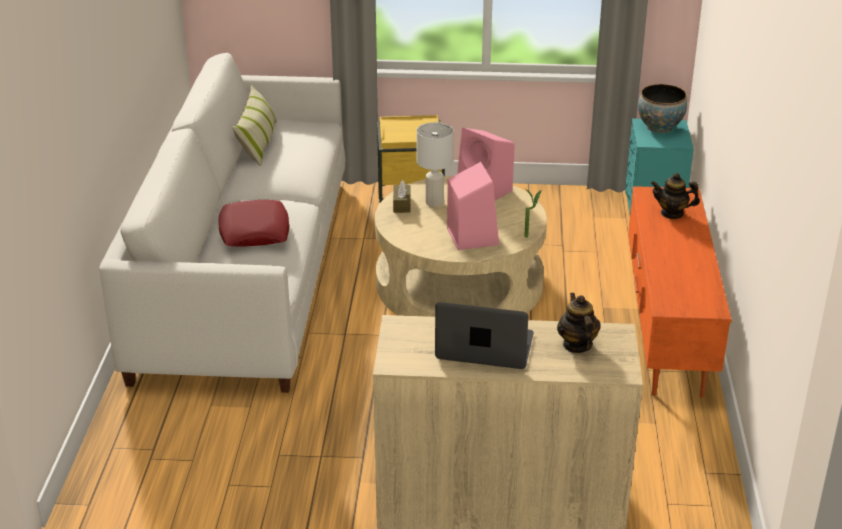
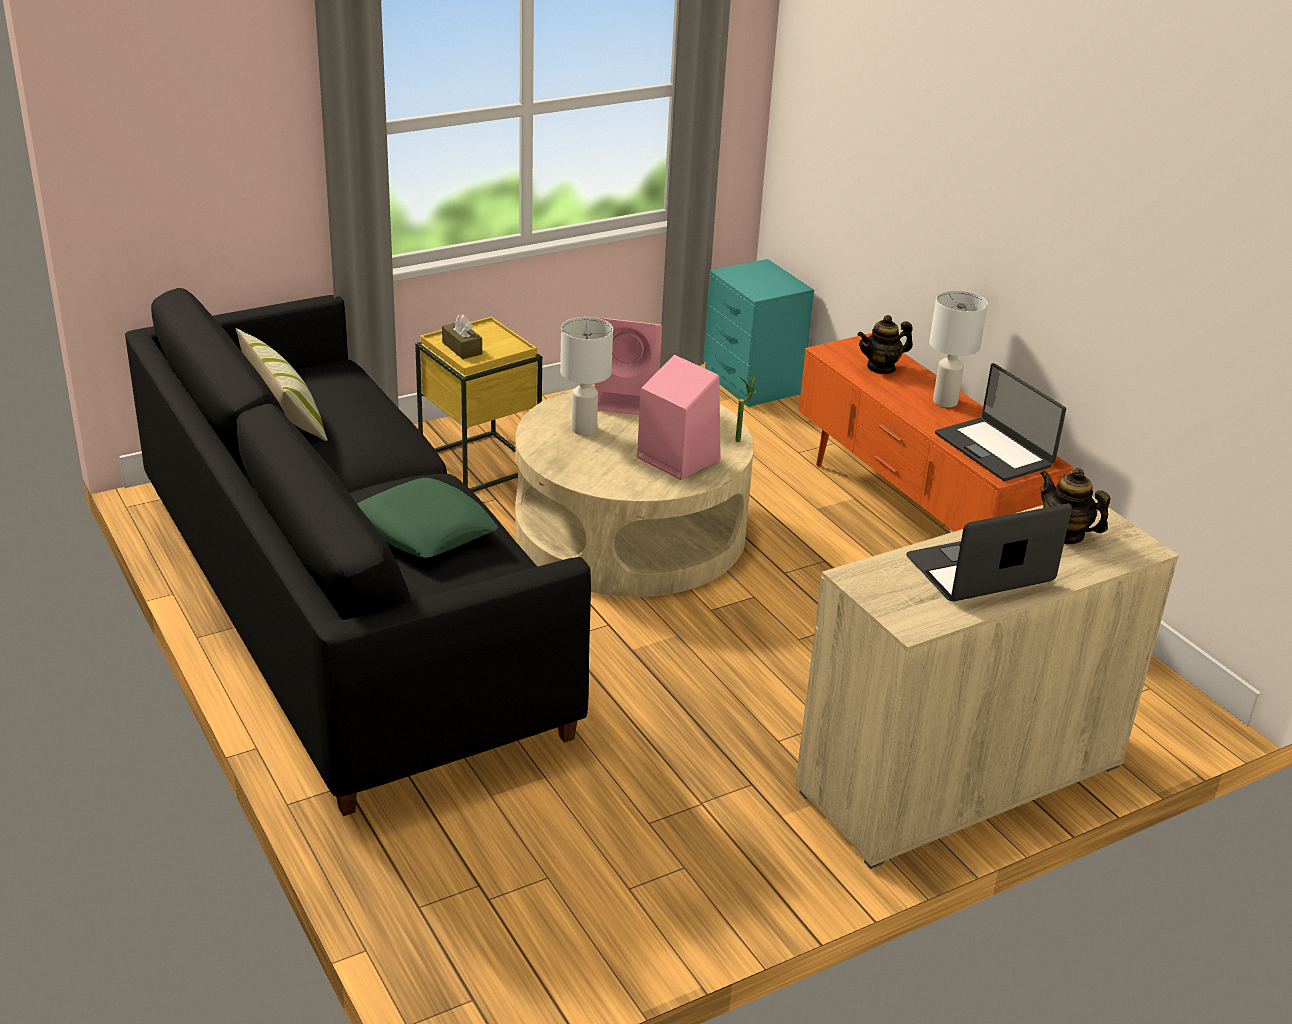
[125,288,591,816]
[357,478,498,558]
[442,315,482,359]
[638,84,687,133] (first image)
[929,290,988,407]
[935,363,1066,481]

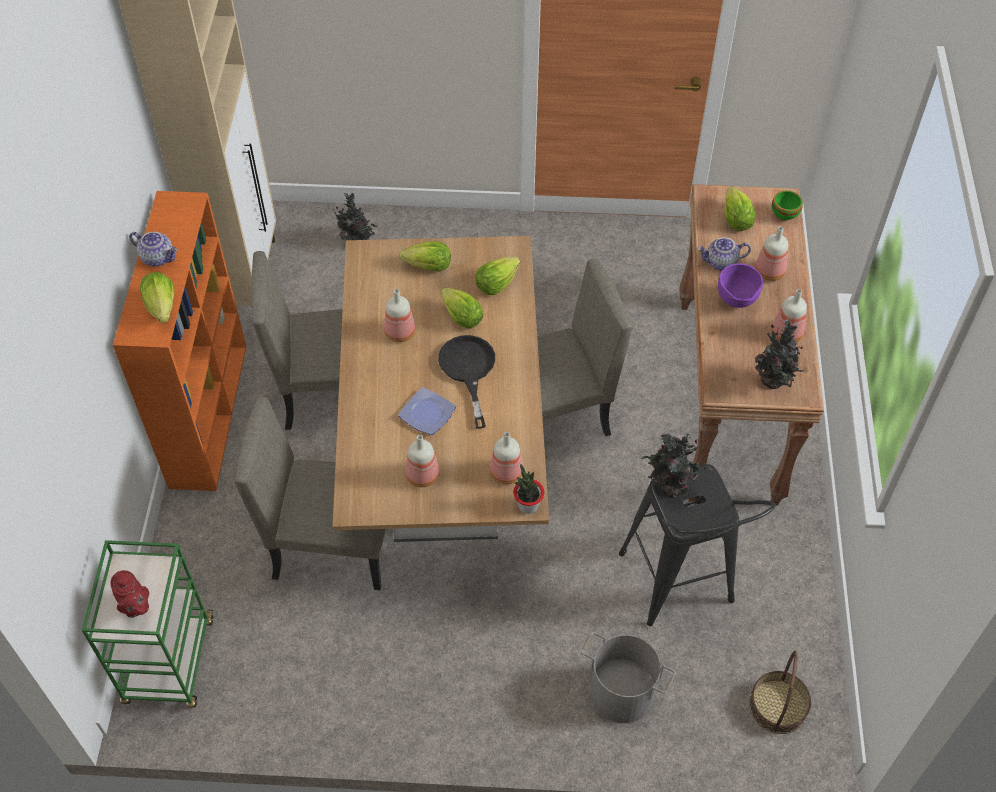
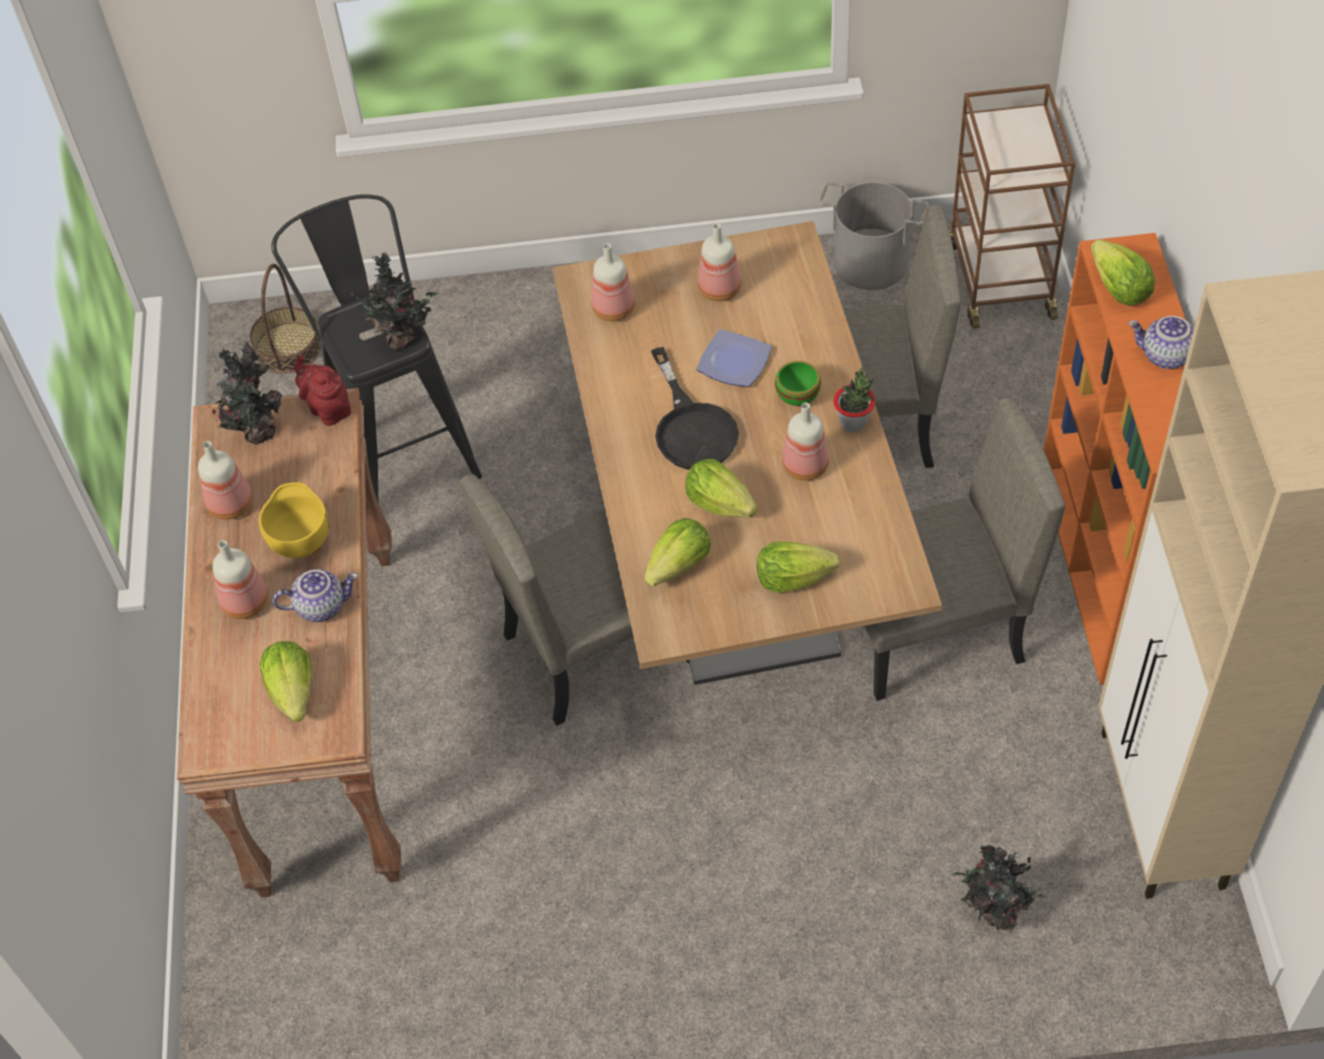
[949,84,1075,329]
[294,355,351,426]
[833,367,875,433]
[819,182,929,290]
[259,482,329,558]
[775,361,821,406]

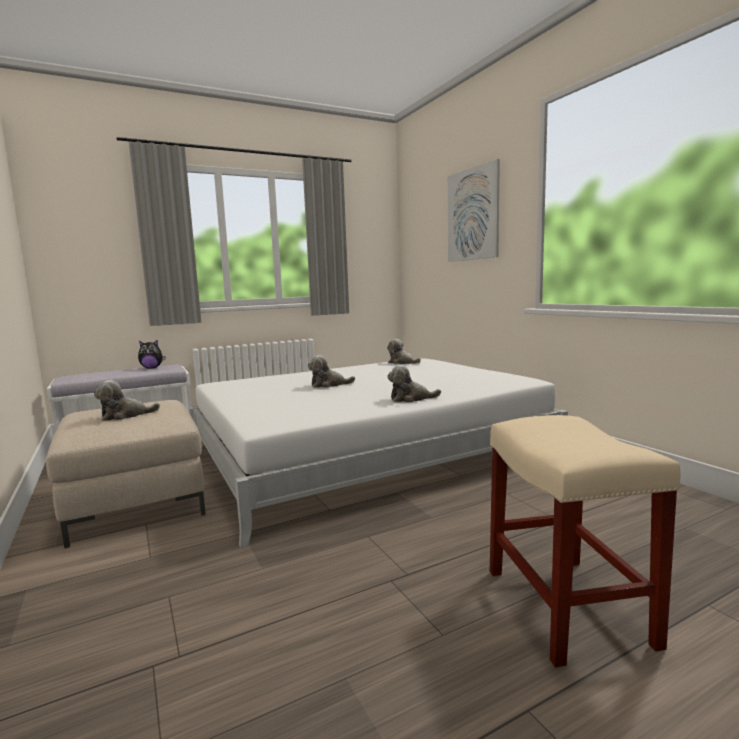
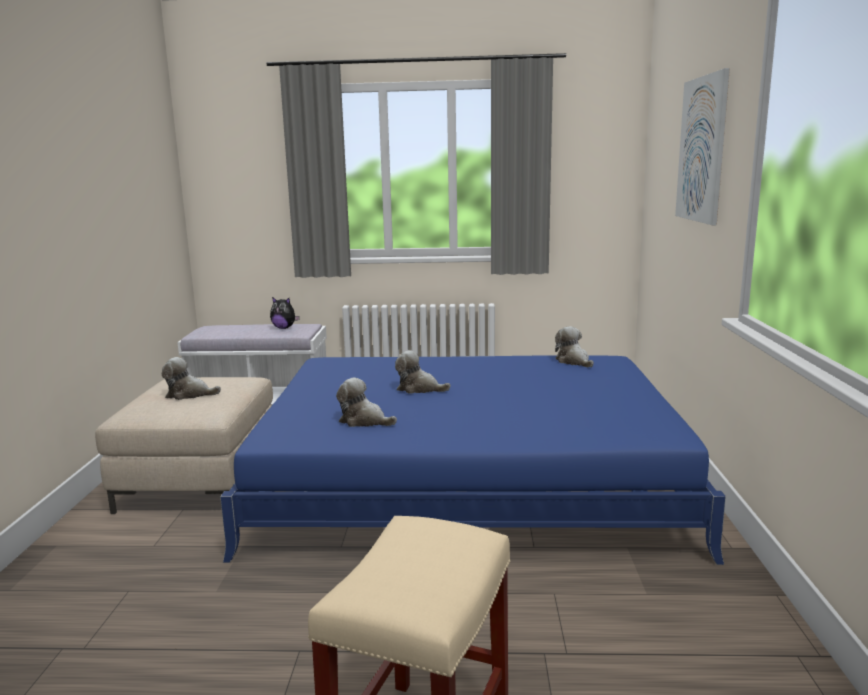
[220,355,726,565]
[336,377,397,427]

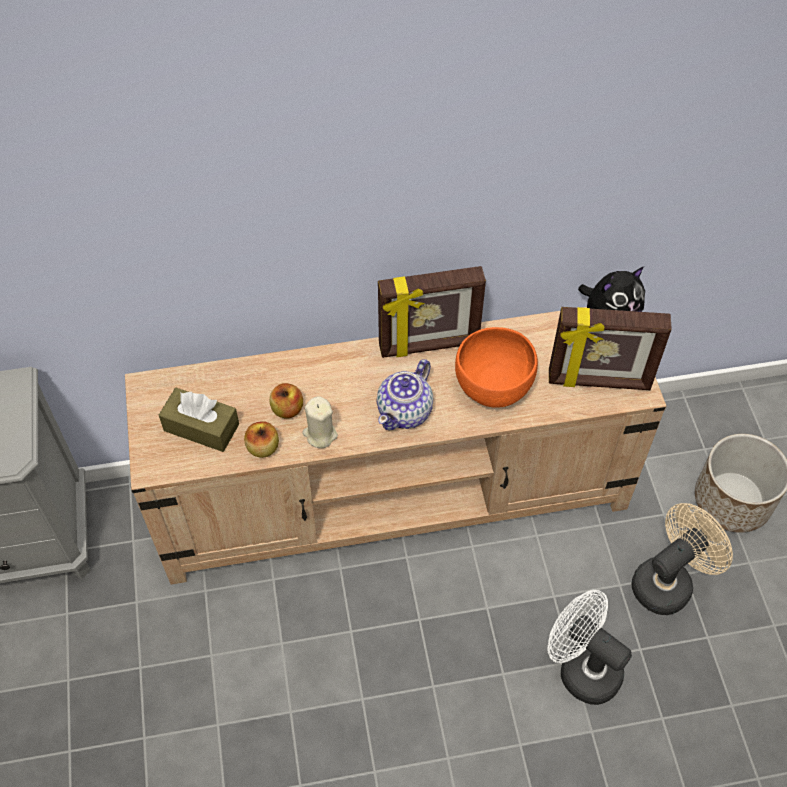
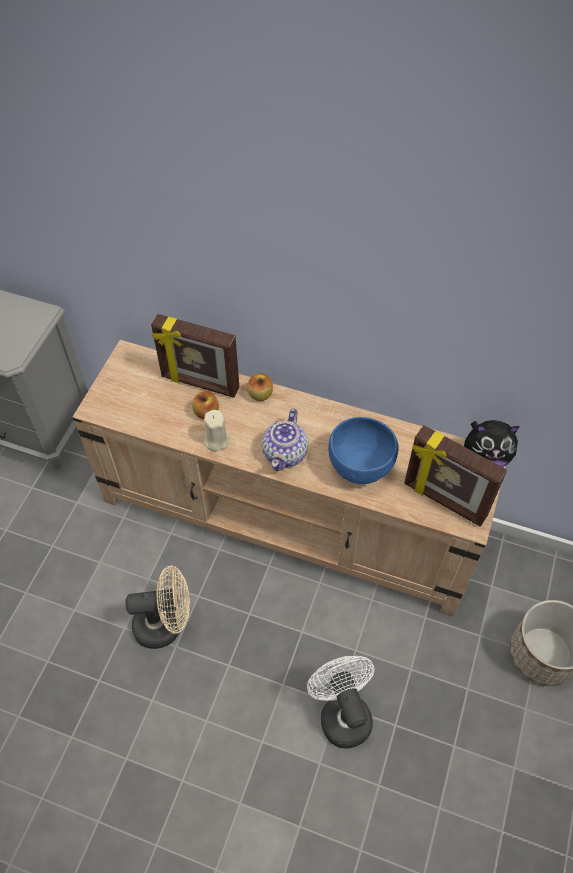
[159,388,239,452] (first image)
[247,373,273,401]
[262,408,308,471]
[151,314,239,398]
[328,417,399,484]
[125,566,190,649]

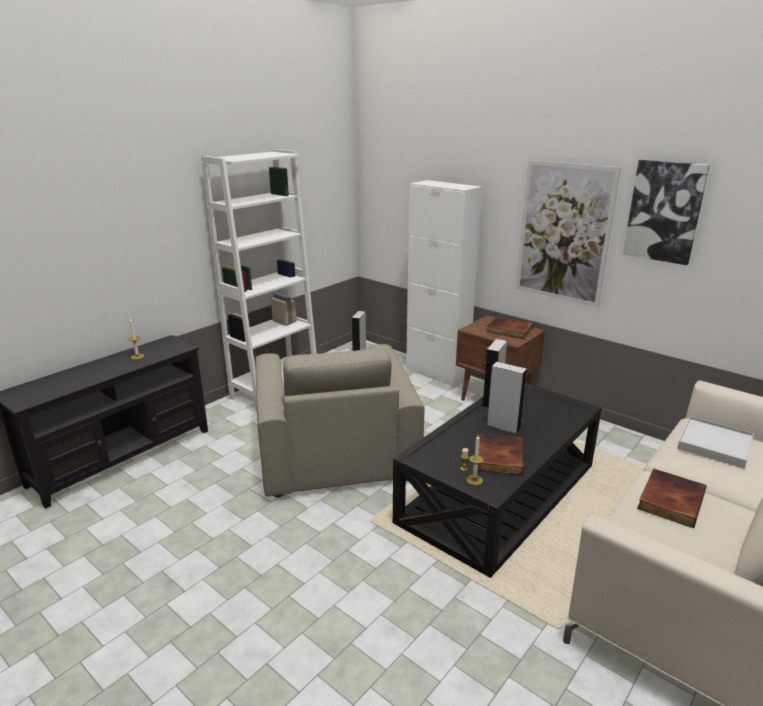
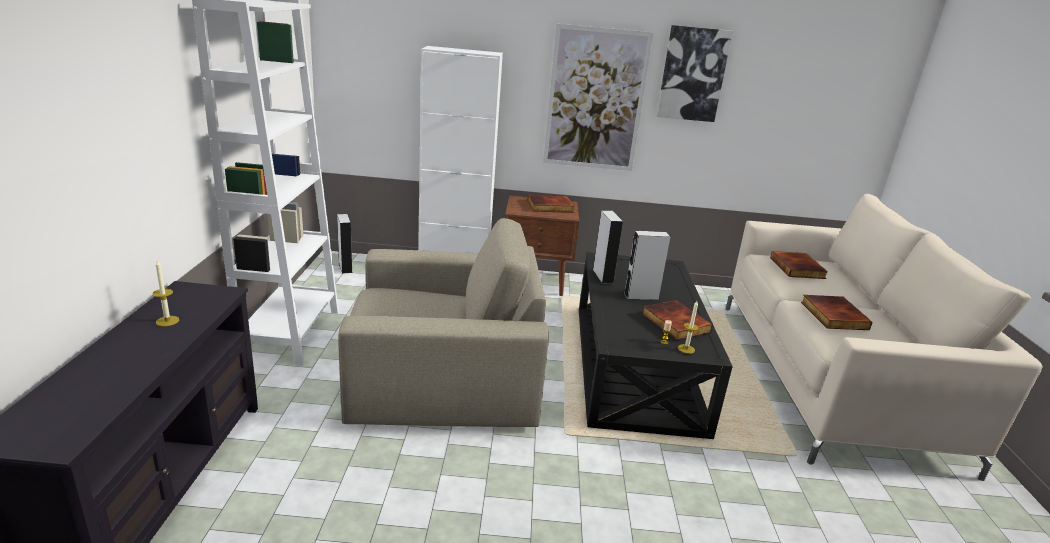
[338,218,549,427]
[770,251,828,279]

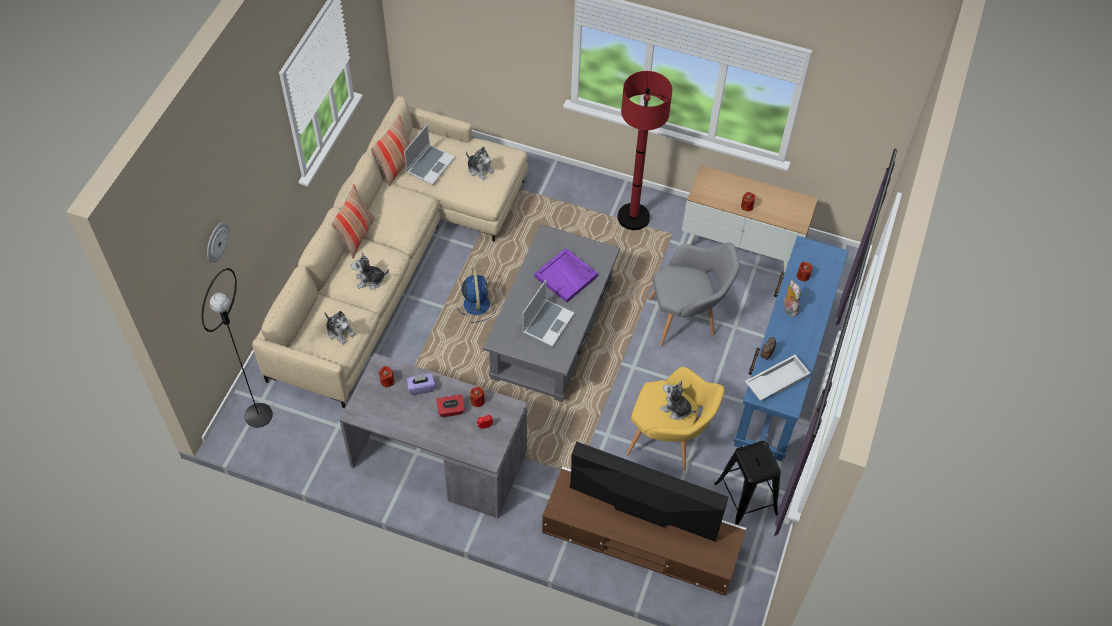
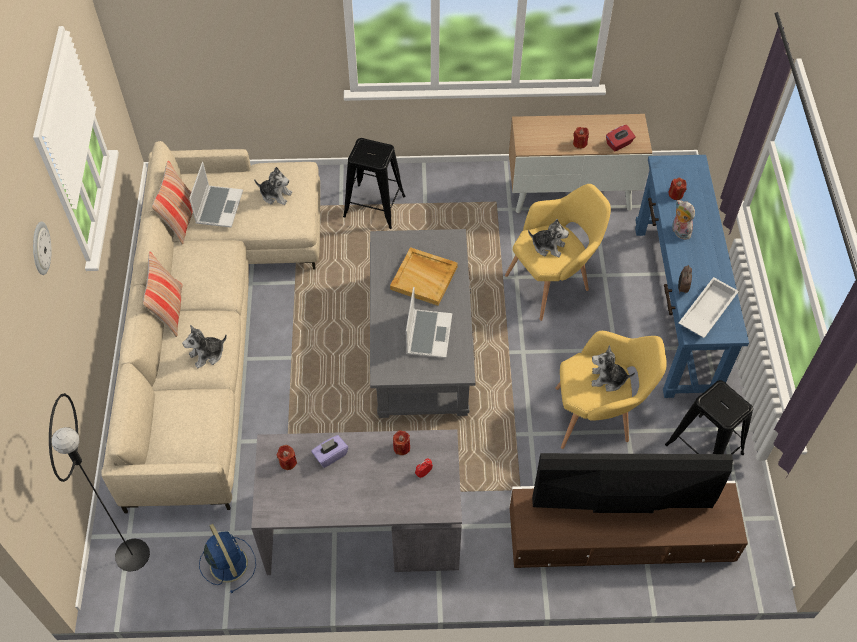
[33,222,52,275]
[528,219,569,257]
[606,125,635,151]
[199,524,256,594]
[390,247,458,306]
[617,71,672,230] (first image)
[505,184,611,321]
[343,138,406,229]

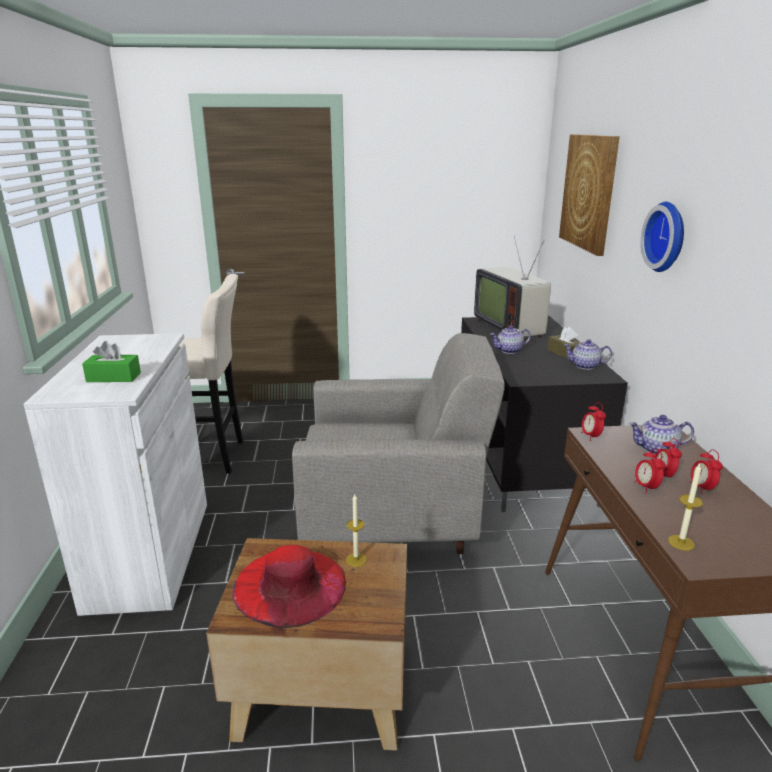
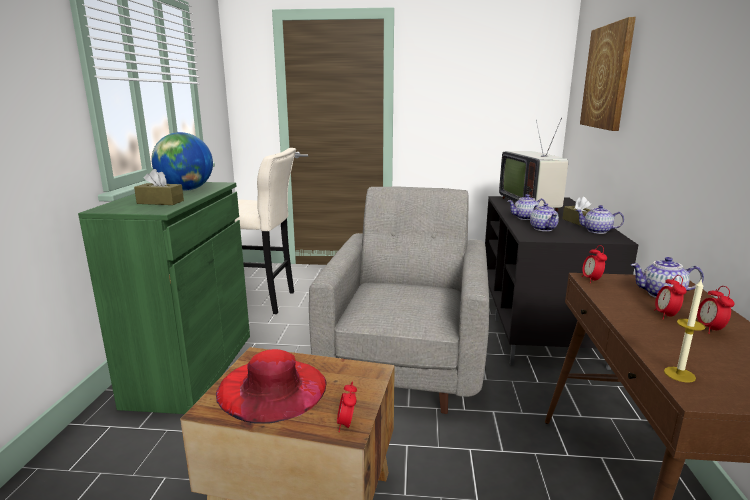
[78,182,250,414]
[134,169,184,205]
[309,187,489,414]
[346,494,367,567] (first image)
[337,381,357,432]
[641,202,684,272] (first image)
[151,132,213,191]
[530,203,559,231]

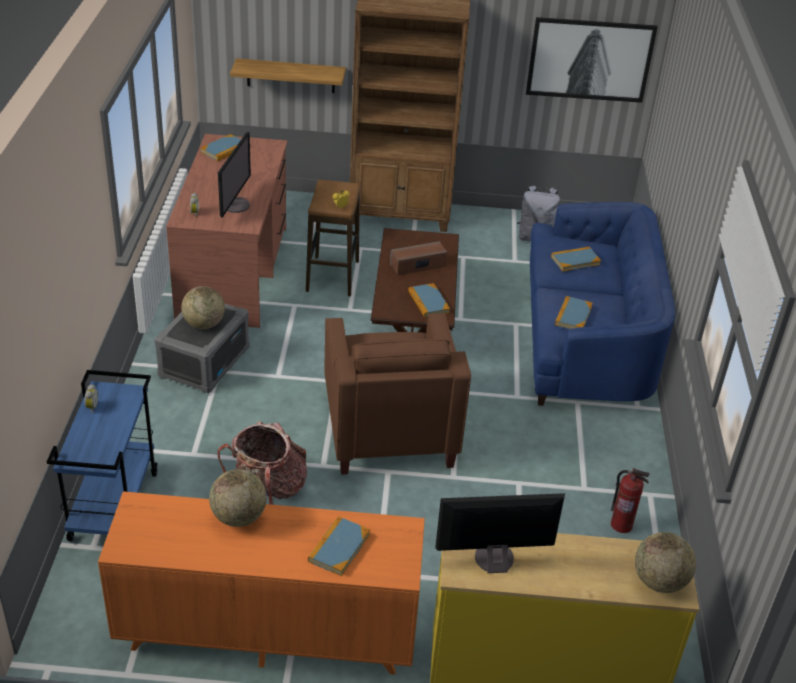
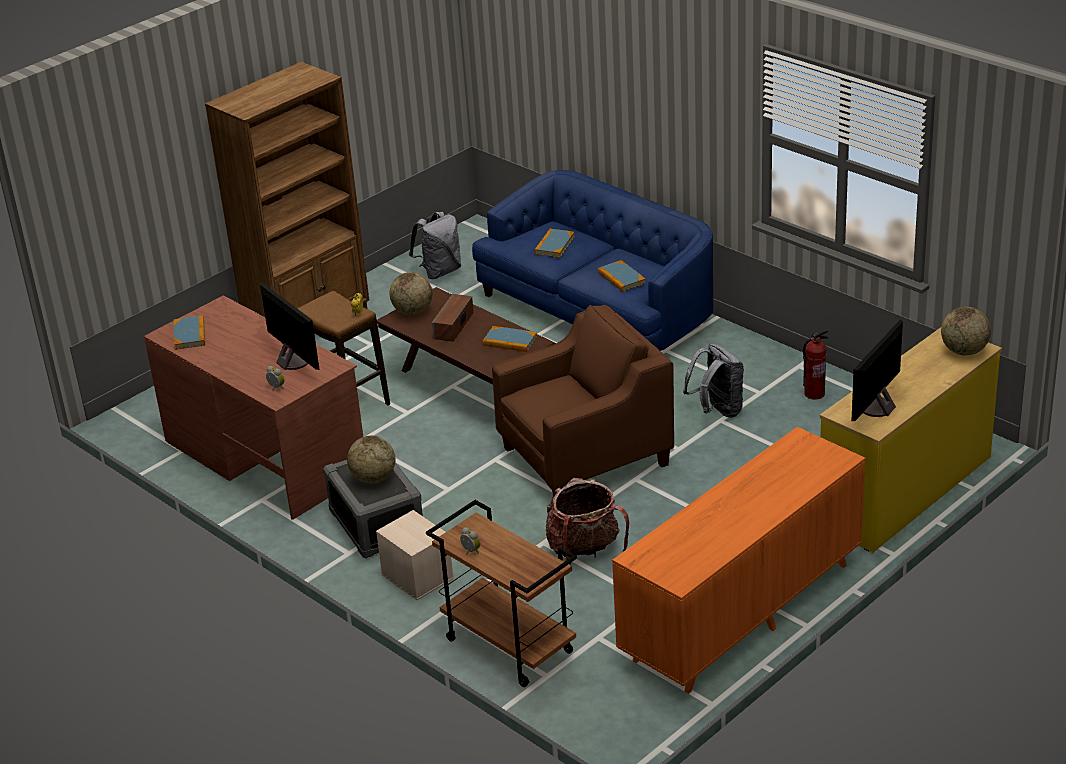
[426,500,577,687]
[390,272,432,315]
[230,58,346,93] (first image)
[308,516,370,576] (first image)
[492,305,674,495]
[526,17,658,103] (first image)
[376,510,454,600]
[683,343,744,418]

